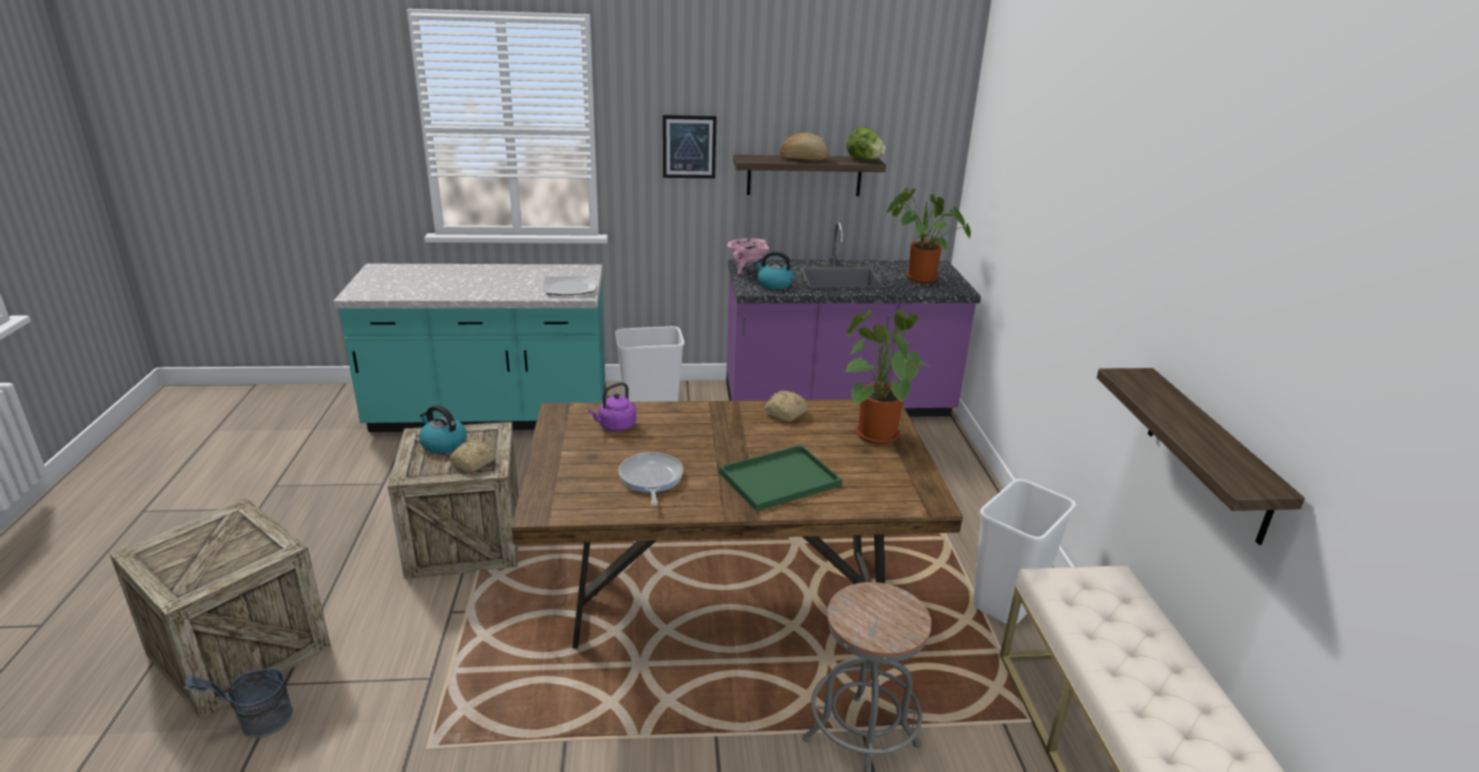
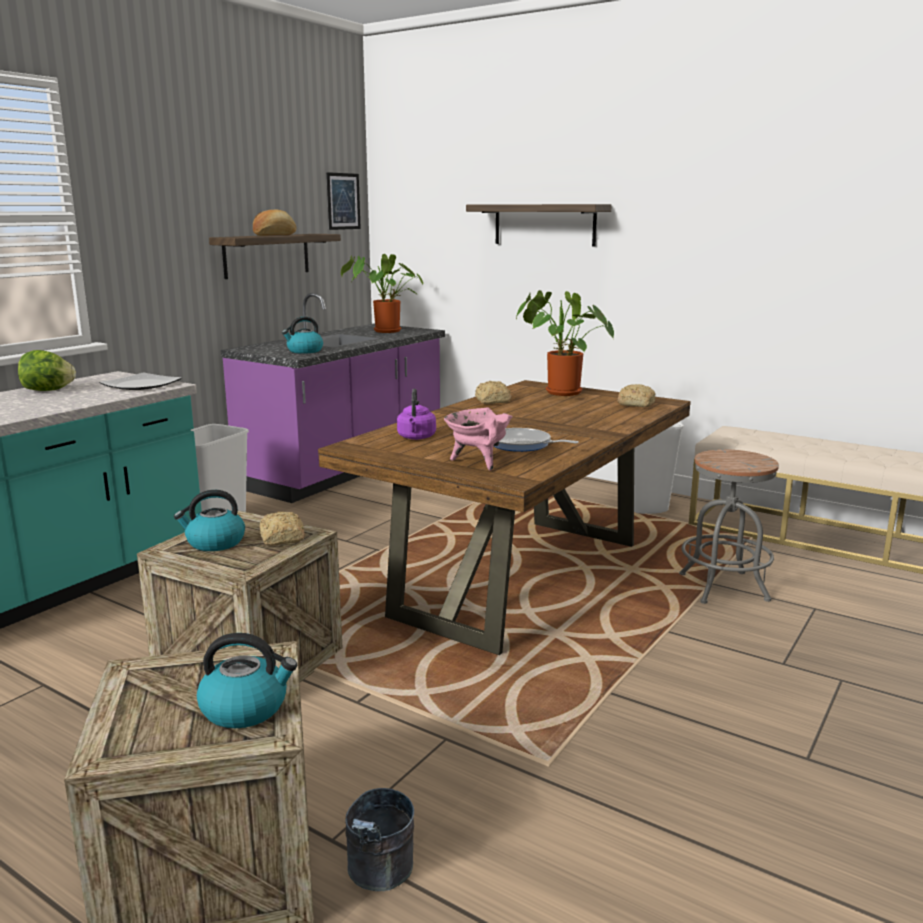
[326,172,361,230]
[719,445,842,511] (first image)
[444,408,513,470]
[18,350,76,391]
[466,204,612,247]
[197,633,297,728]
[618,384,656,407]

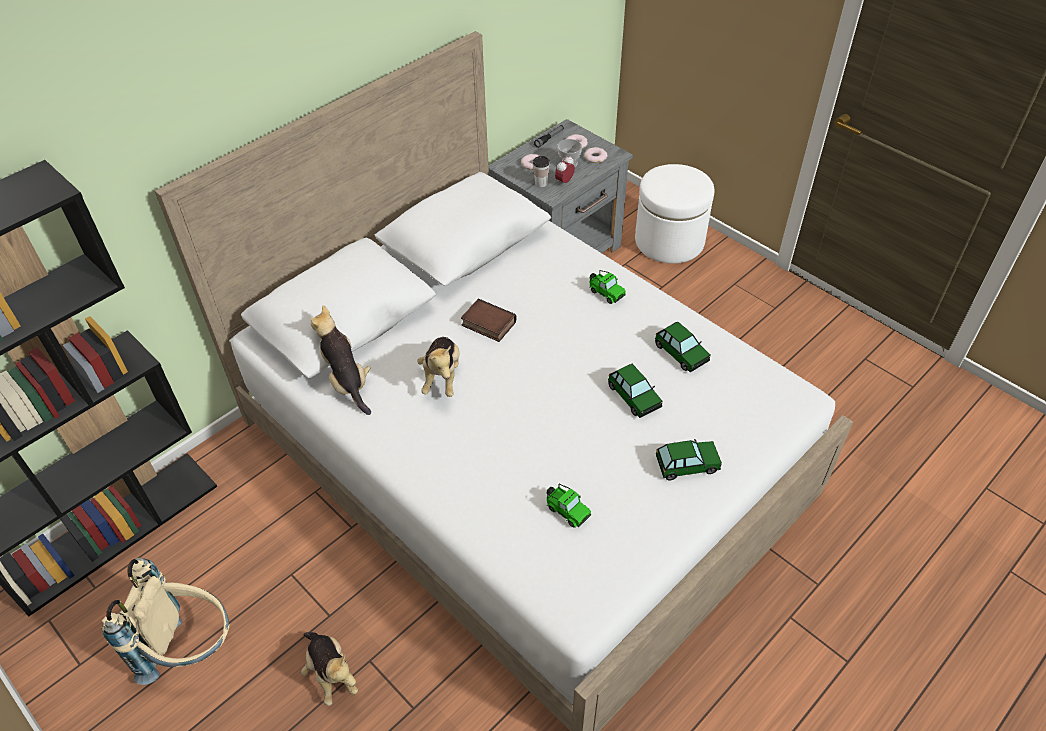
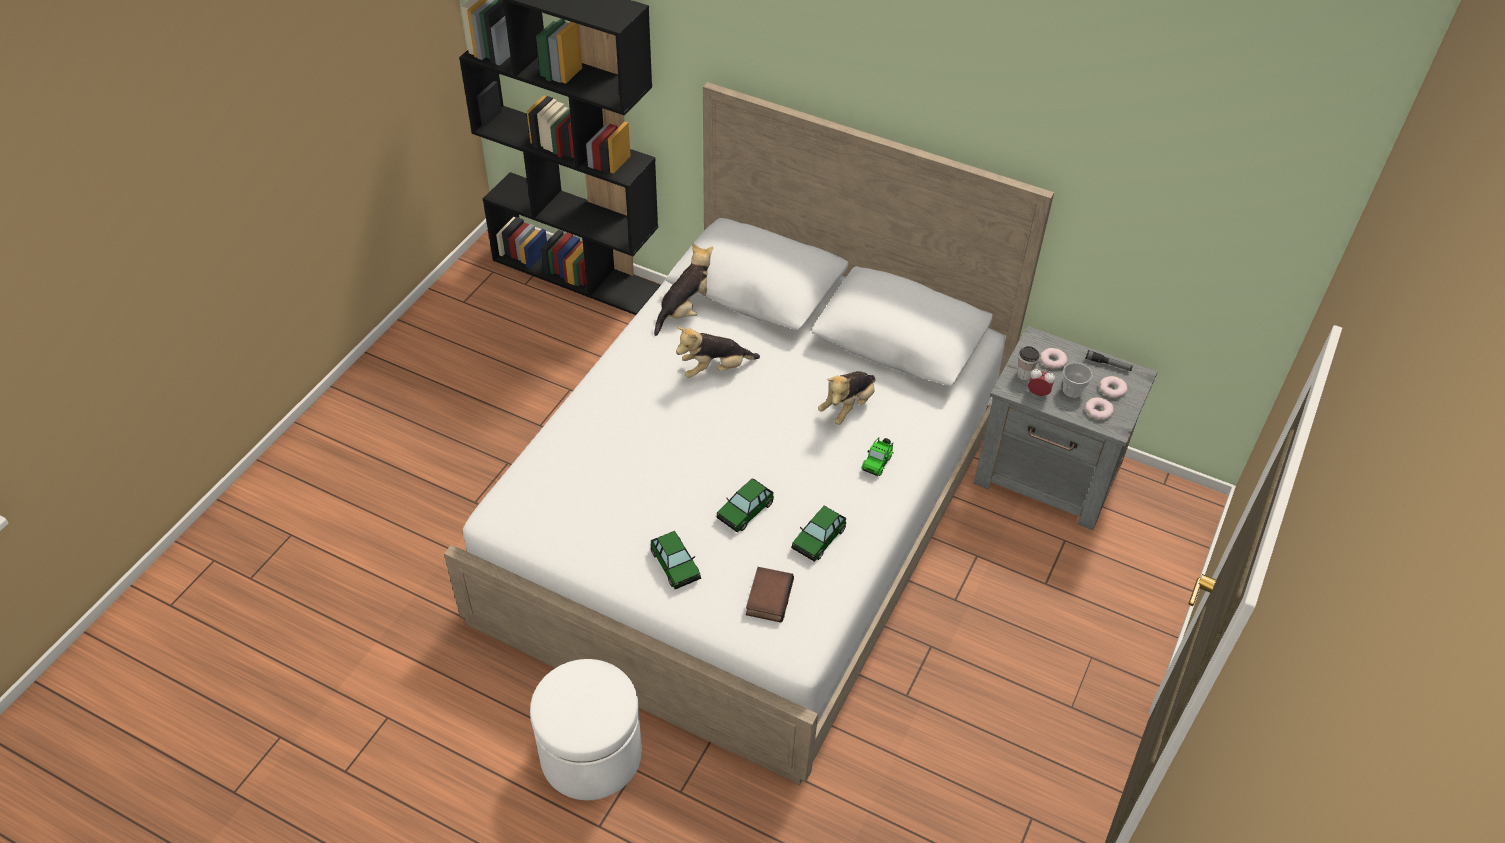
[102,558,229,685] (first image)
[818,371,875,425]
[746,567,794,622]
[546,484,591,528] (first image)
[530,659,642,800]

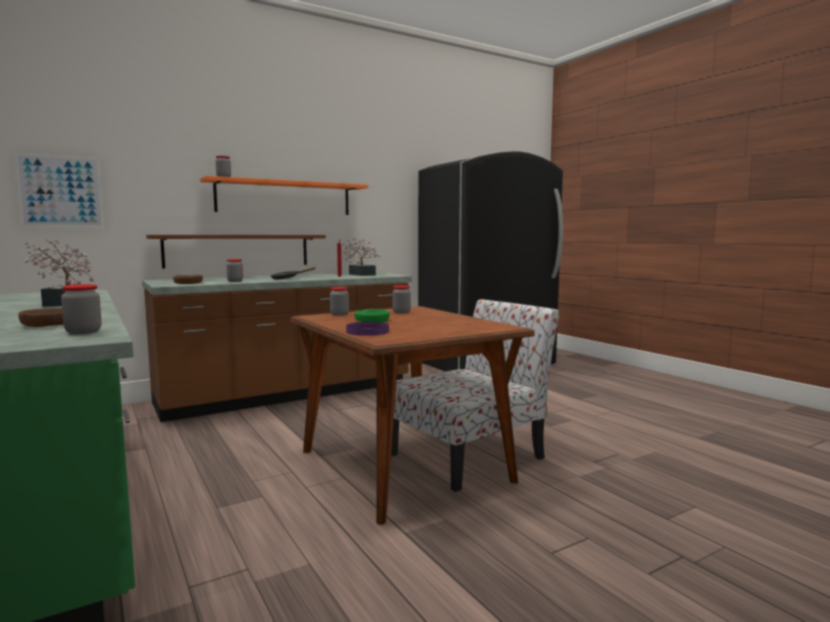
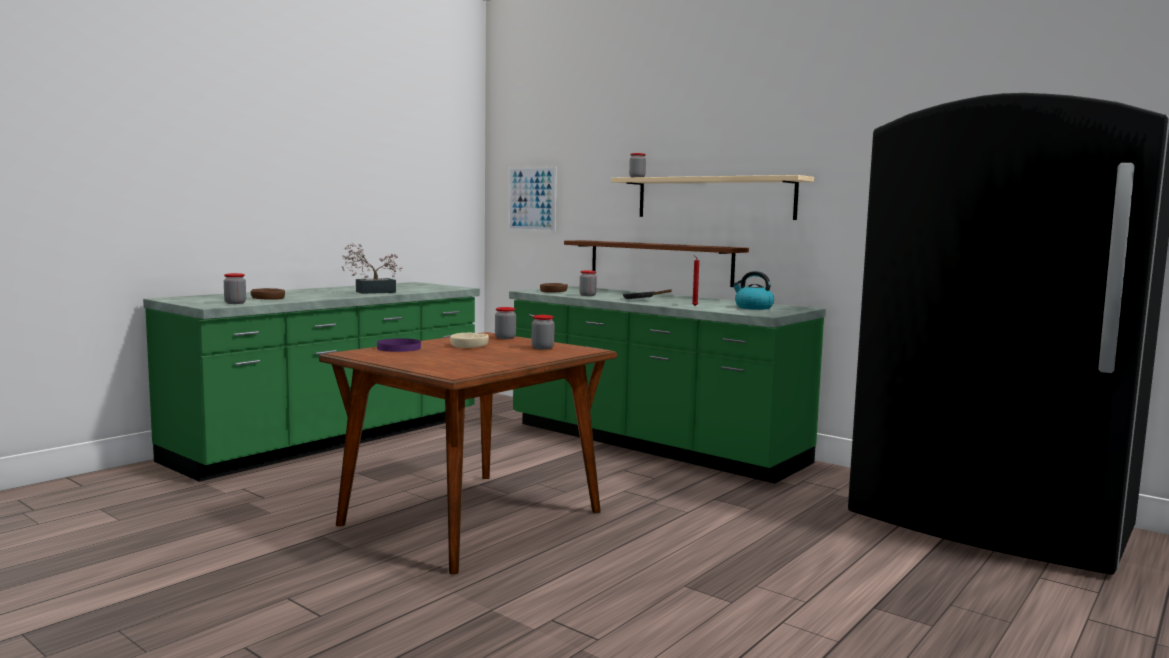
[509,286,826,484]
[611,175,814,220]
[732,271,774,310]
[450,333,489,348]
[391,299,559,492] (first image)

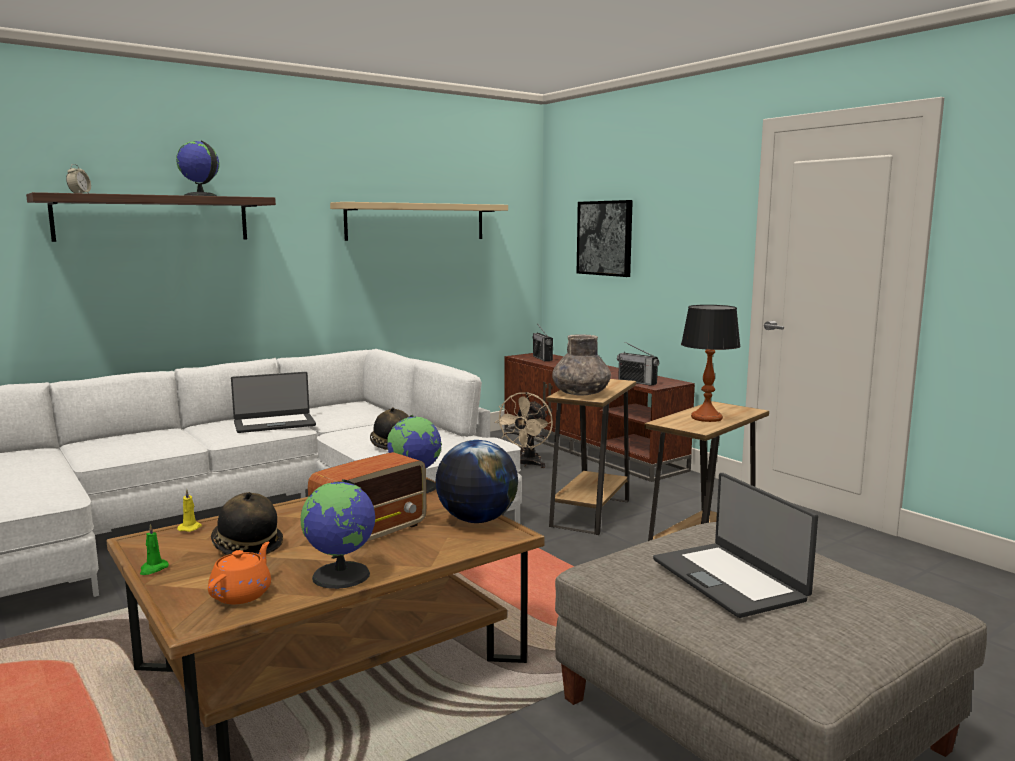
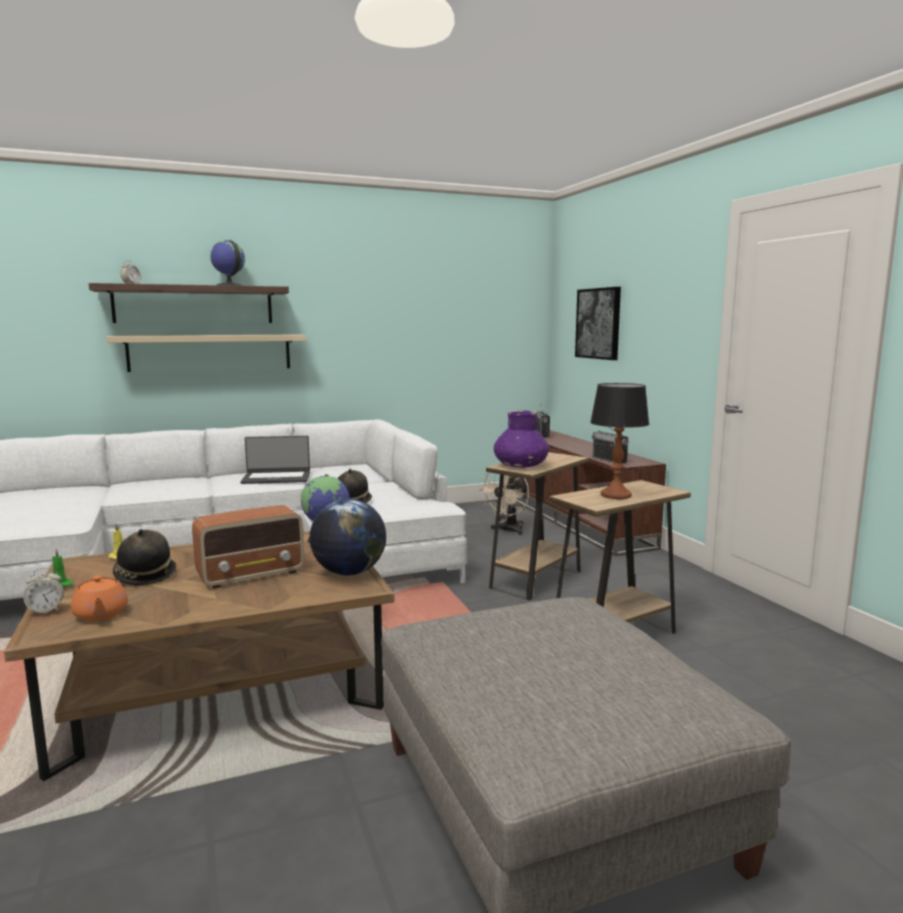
[71,575,128,621]
[301,479,375,589] (first image)
[106,335,306,372]
[494,410,549,468]
[653,473,818,618] (first image)
[23,568,64,614]

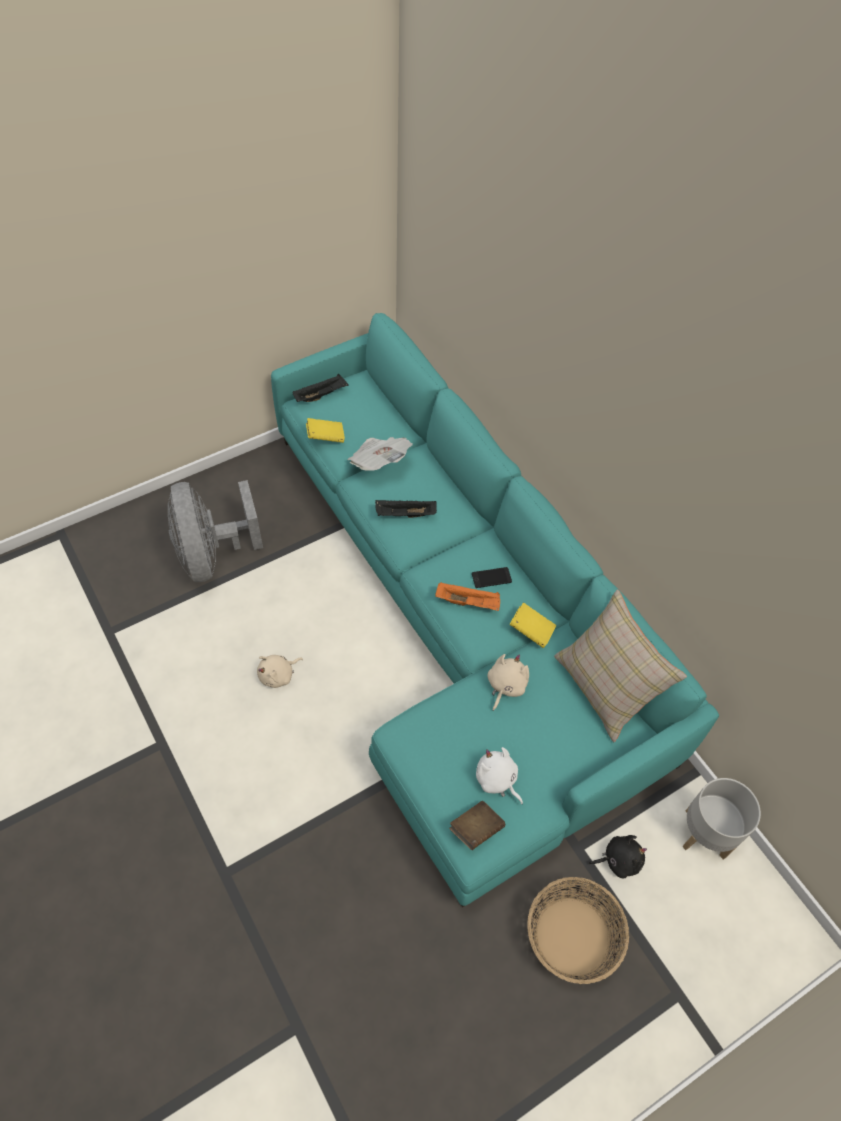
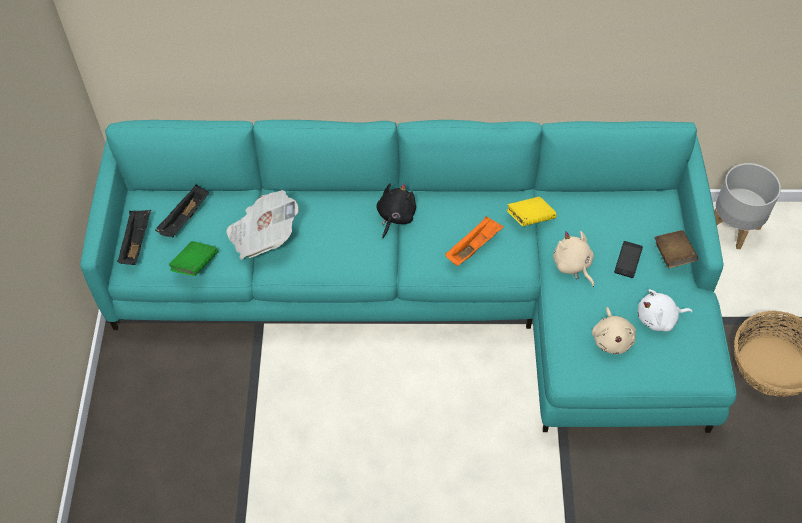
[168,480,263,582] (first image)
[592,307,636,354]
[168,241,218,276]
[155,185,209,237]
[655,230,698,268]
[614,241,643,278]
[554,589,687,742] (first image)
[376,183,416,238]

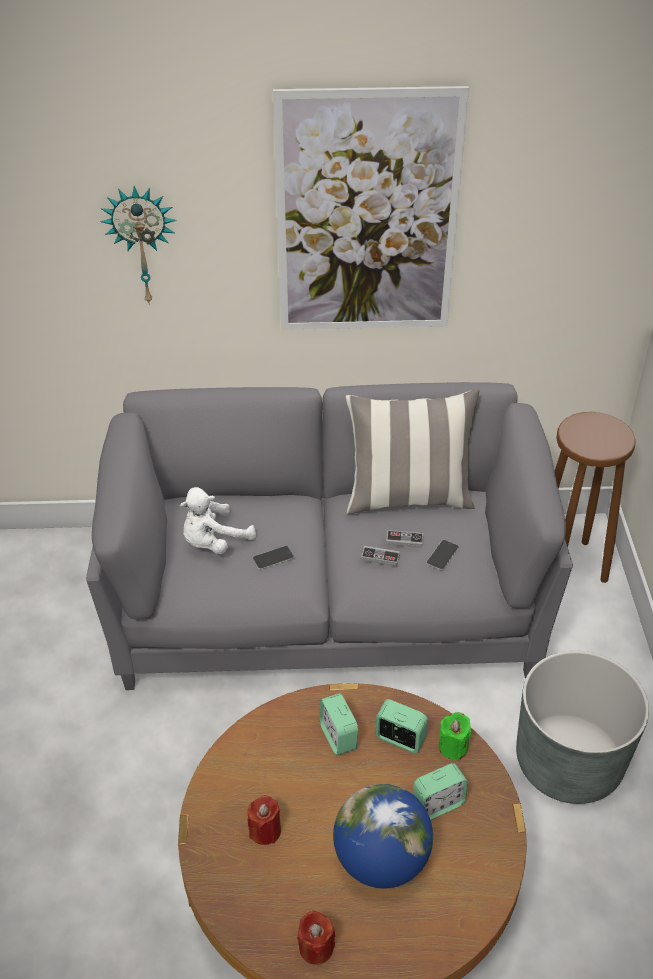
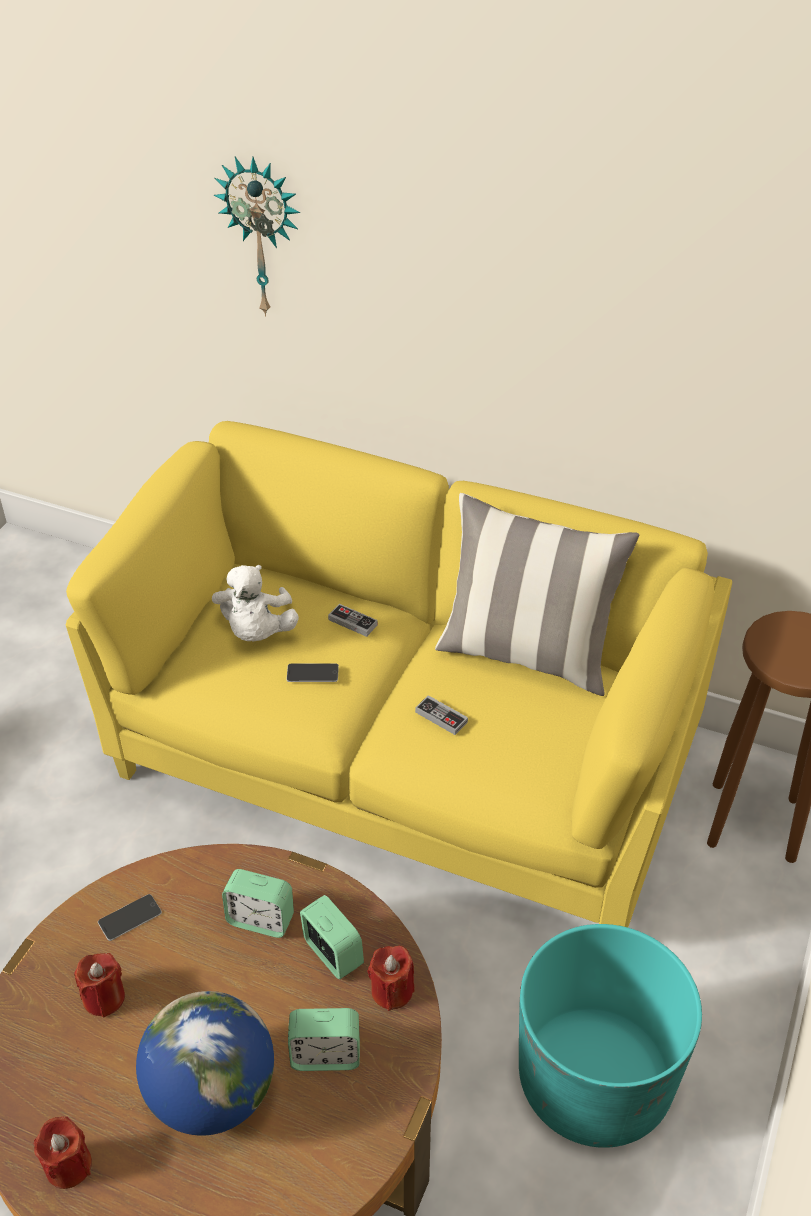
[66,421,732,927]
[212,565,299,642]
[273,86,469,330] (first image)
[222,869,294,938]
[328,604,378,637]
[98,894,162,941]
[367,946,415,1011]
[519,924,702,1148]

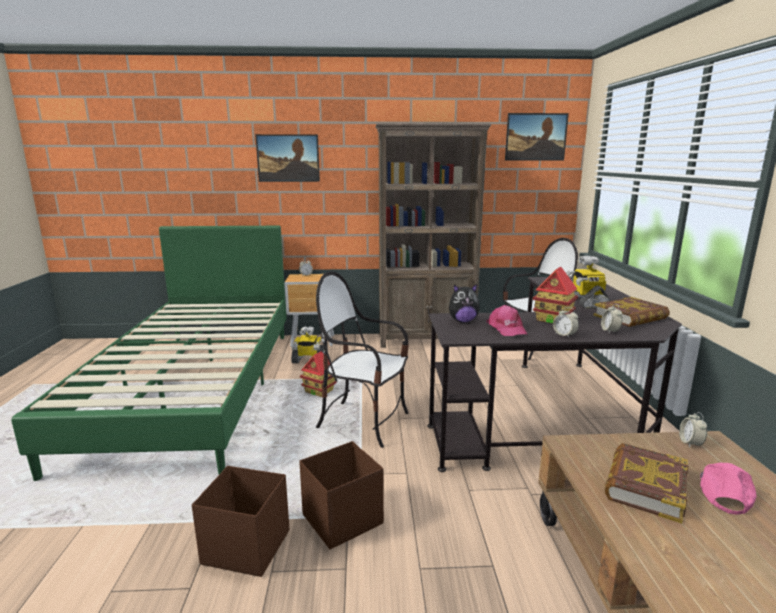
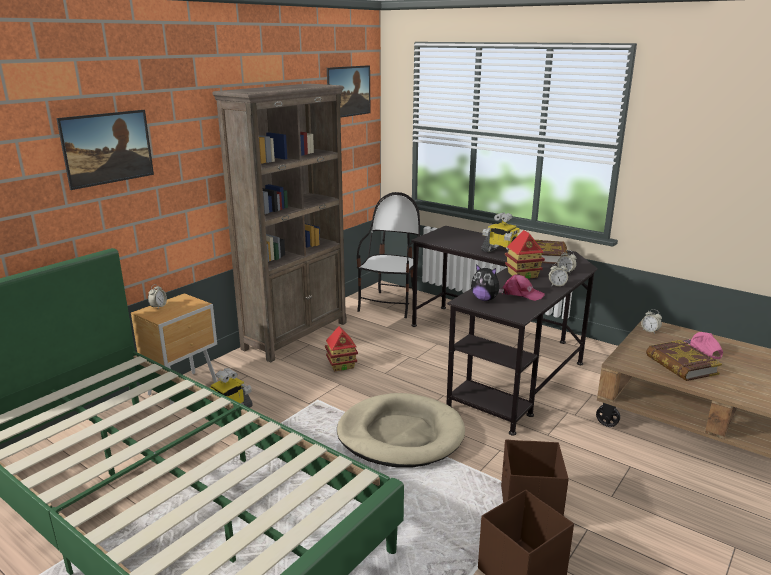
[325,326,358,371]
[337,393,465,467]
[471,264,504,301]

